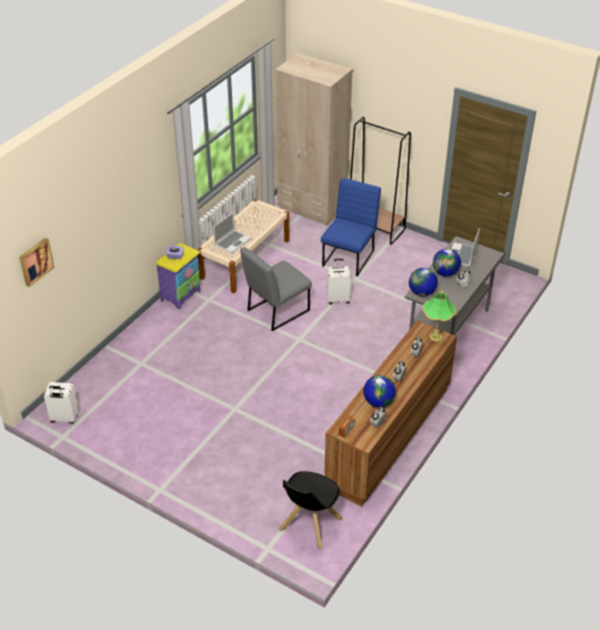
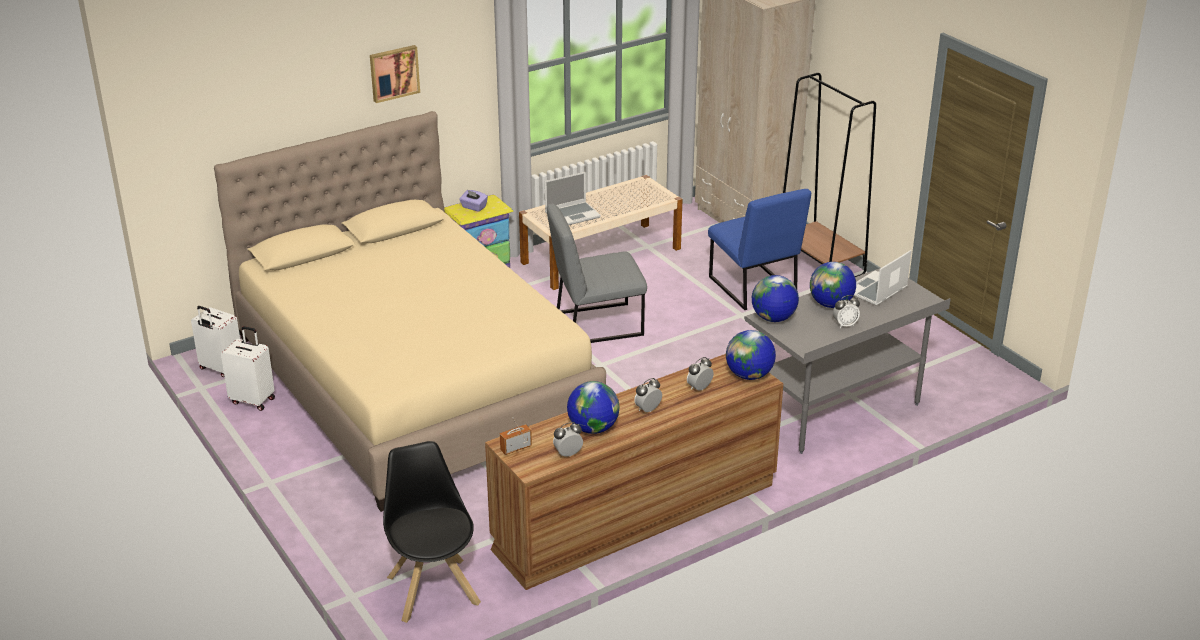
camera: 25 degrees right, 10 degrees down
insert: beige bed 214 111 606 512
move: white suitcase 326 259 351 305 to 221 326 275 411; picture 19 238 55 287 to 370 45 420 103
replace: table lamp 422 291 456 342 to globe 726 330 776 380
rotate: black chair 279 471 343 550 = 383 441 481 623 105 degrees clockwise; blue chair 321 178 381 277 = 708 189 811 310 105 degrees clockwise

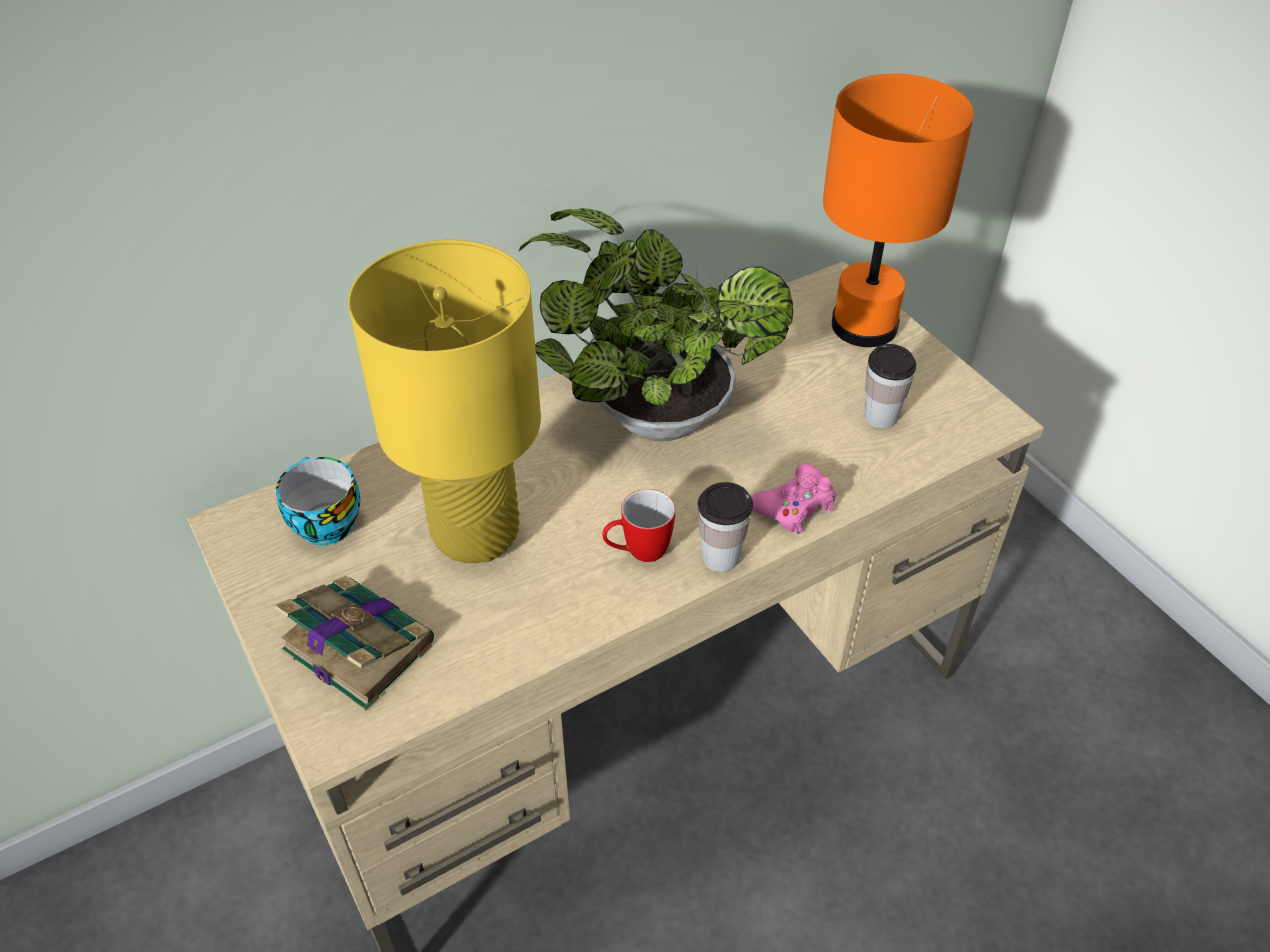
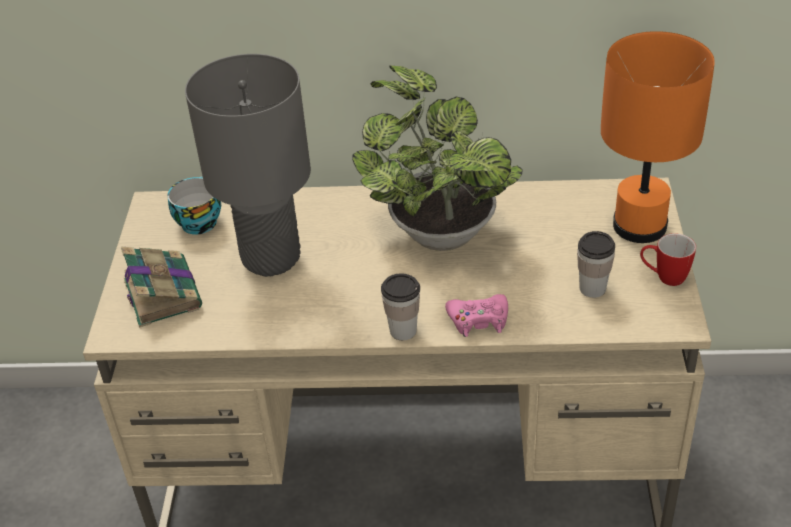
camera: 35 degrees right, 5 degrees down
move: mug 602 489 675 562 to 640 233 696 286
recolor: yellow table lamp 348 240 541 563 to grey table lamp 185 54 311 277

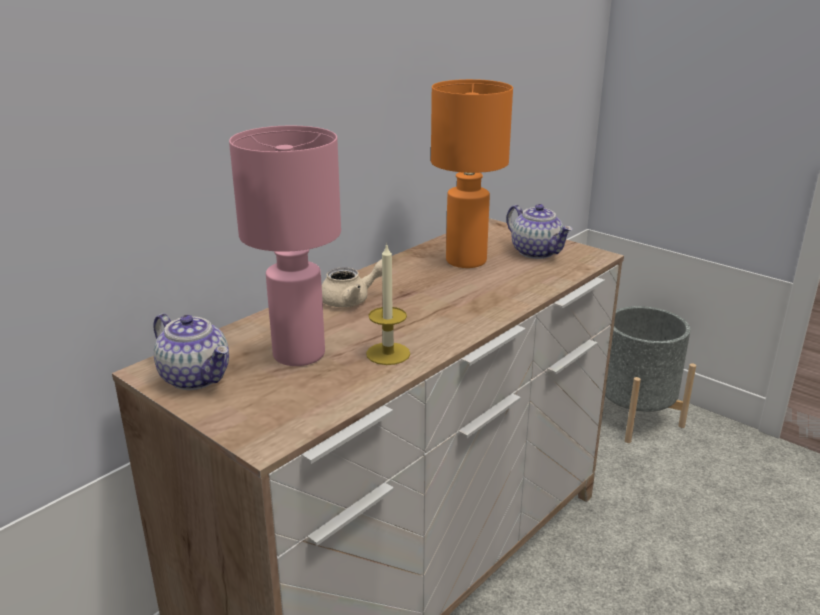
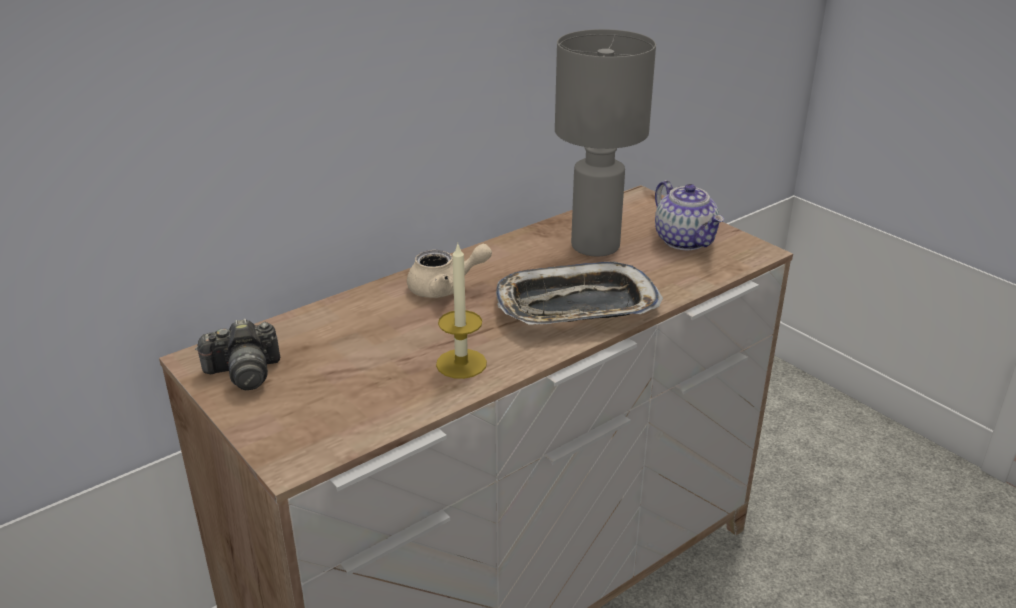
camera: 10 degrees right, 5 degrees up
delete: pink table lamp 229 126 341 366; grey planter 605 306 696 443
insert: tray 496 262 663 325
replace: teapot 153 313 229 390 to photo camera 195 319 280 390
recolor: orange table lamp 431 79 513 268 to grey table lamp 555 29 656 256

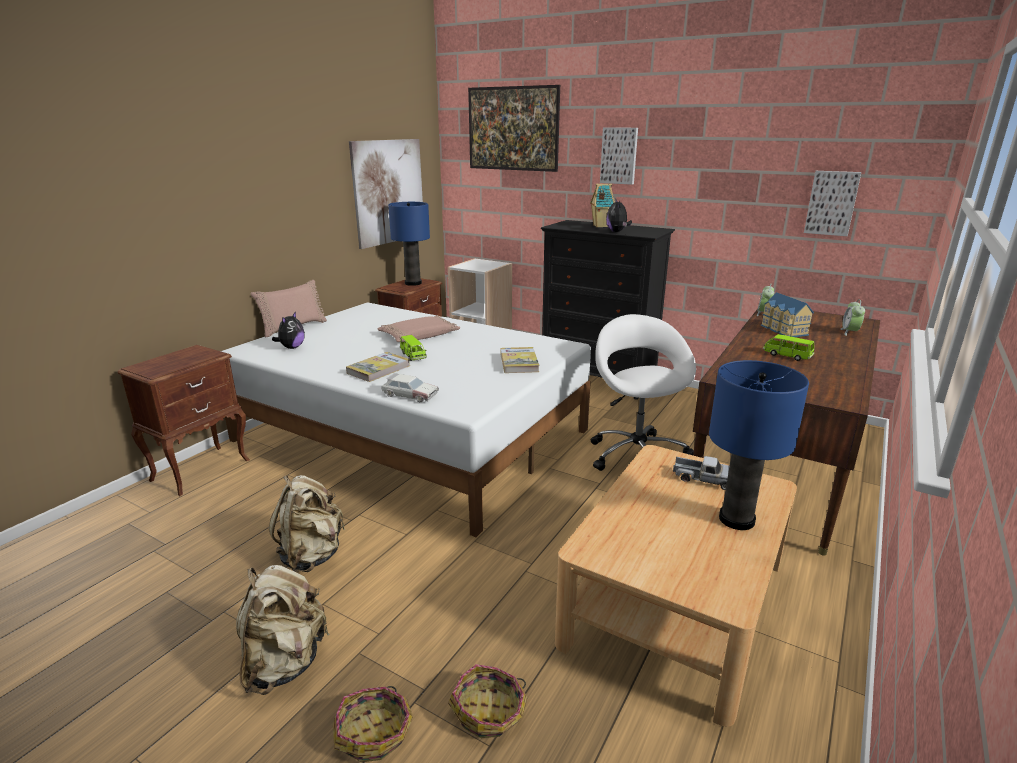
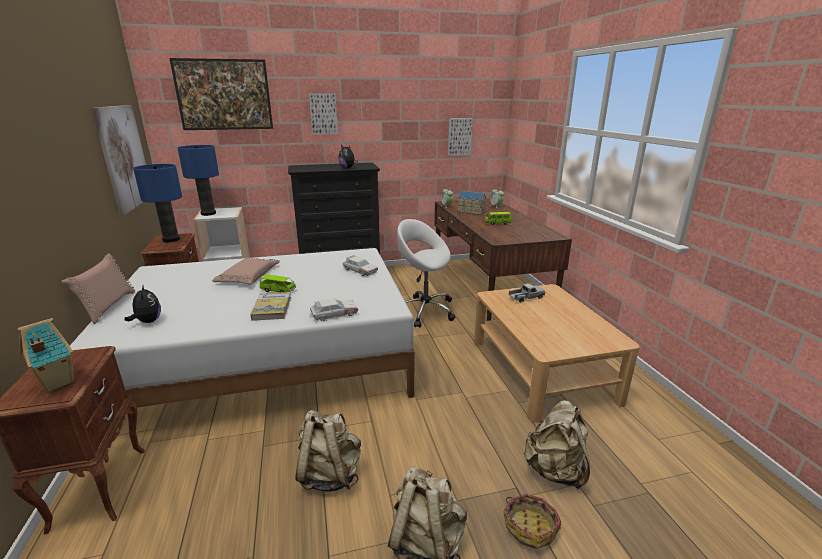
camera: 45 degrees left, 0 degrees up
move: toy house 590 184 615 227 to 17 318 74 392; blue table lamp 709 360 809 530 to 178 145 219 216
replace: book 500 347 539 373 to toy car 343 255 378 276; basket 448 664 527 738 to beige backpack 524 400 590 490

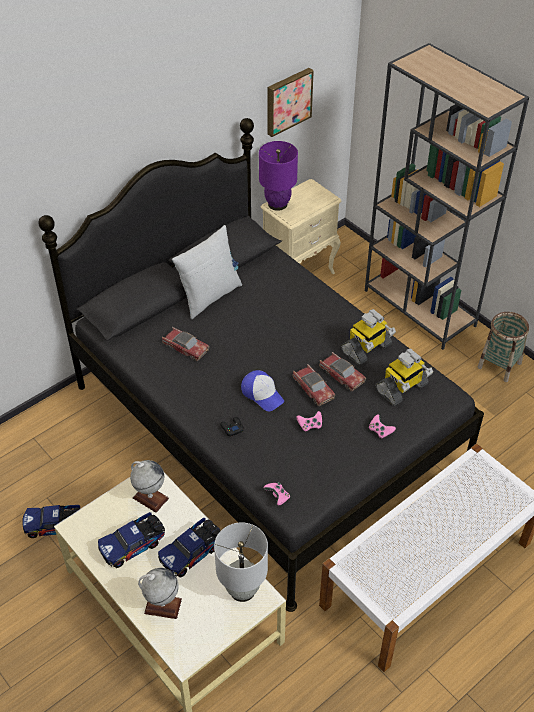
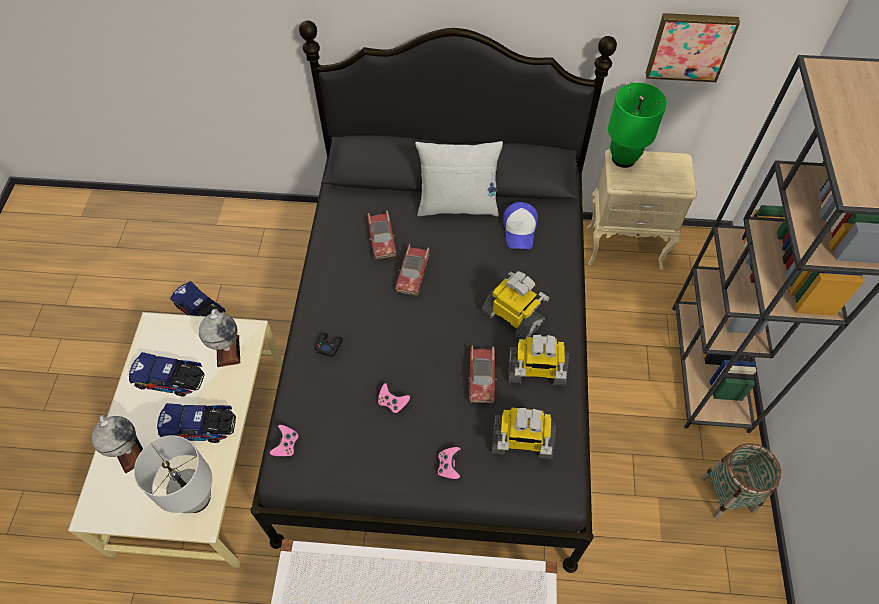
camera: 45 degrees right, 10 degrees up
insert: toy robot 481 271 550 339
move: toy car 293 364 336 406 to 395 244 430 296; cap 241 370 284 411 to 503 202 538 249
recolor: purple table lamp 259 141 298 211 to green table lamp 608 83 667 168

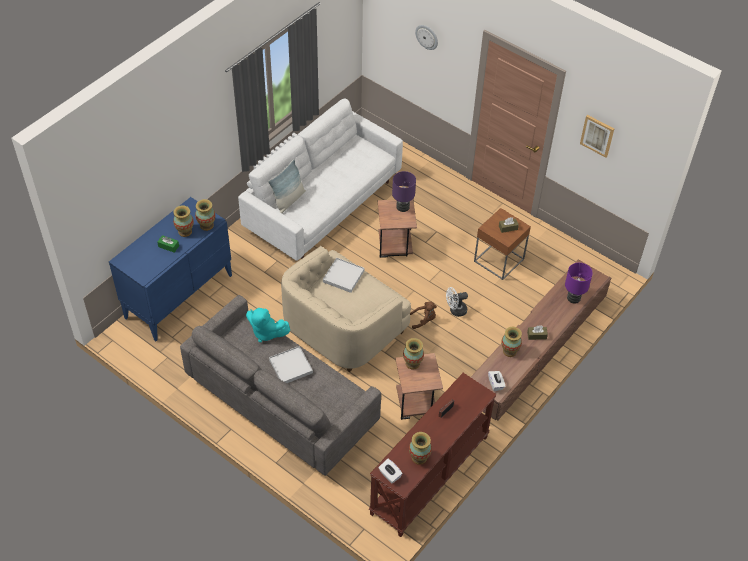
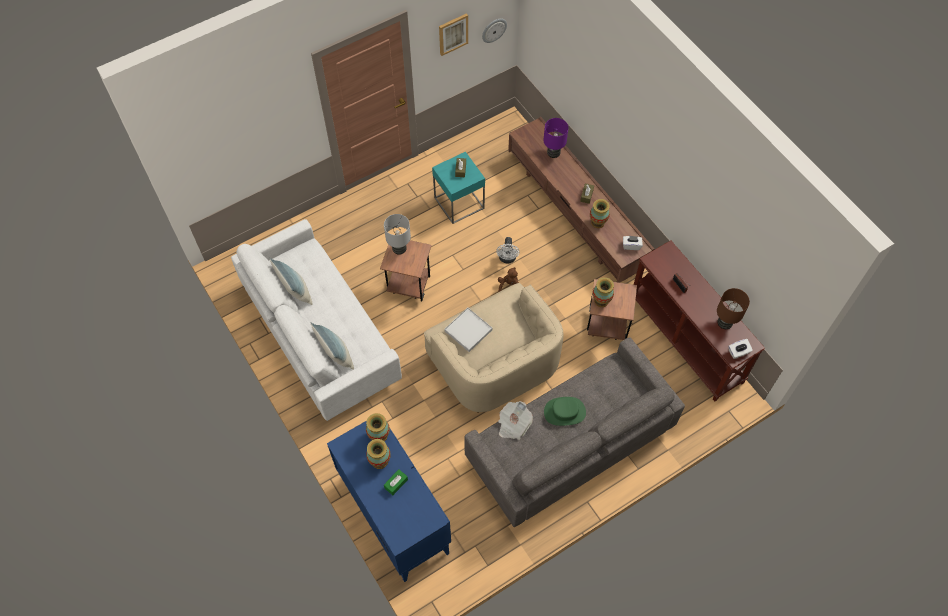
camera: 70 degrees left, 10 degrees up
insert: pillow 270 258 313 305
move: wall clock 415 25 438 50 to 482 19 507 43
replace: turquoise plush toy 246 308 290 342 to newspaper 498 401 533 440; white tray 269 346 313 383 to green hat 544 397 586 426; vase 409 432 432 465 to brown table lamp 717 288 750 329
recolor: purple table lamp 392 171 416 212 to grey table lamp 384 214 411 255; brown side table 474 208 531 280 to turquoise side table 432 152 485 224

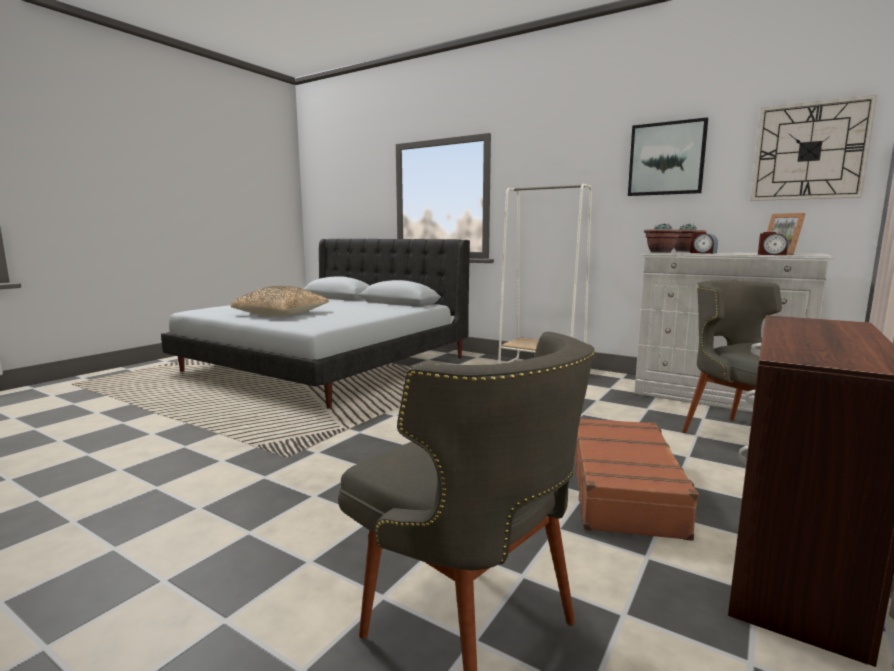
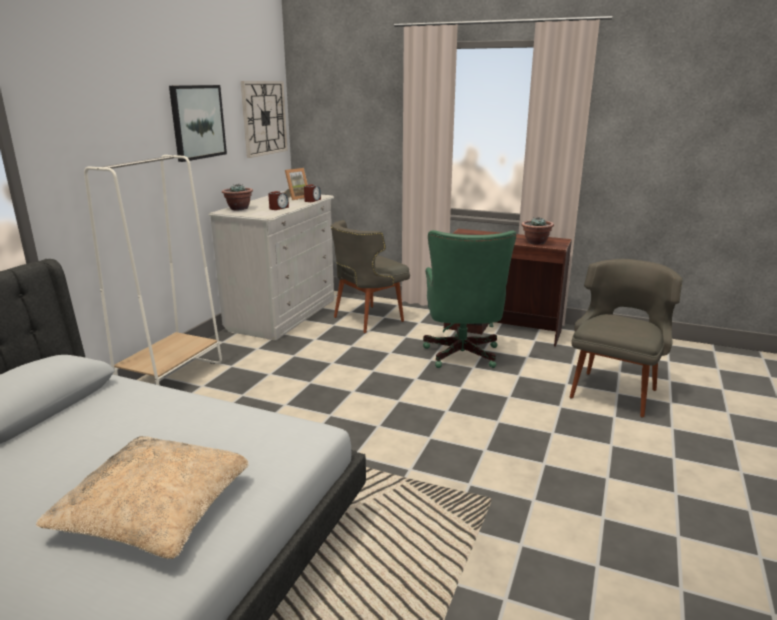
camera: 100 degrees left, 10 degrees up
move: potted plant 644 223 682 252 to 521 217 554 245
replace: brown suitcase 574 418 699 541 to green office chair 423 230 516 368

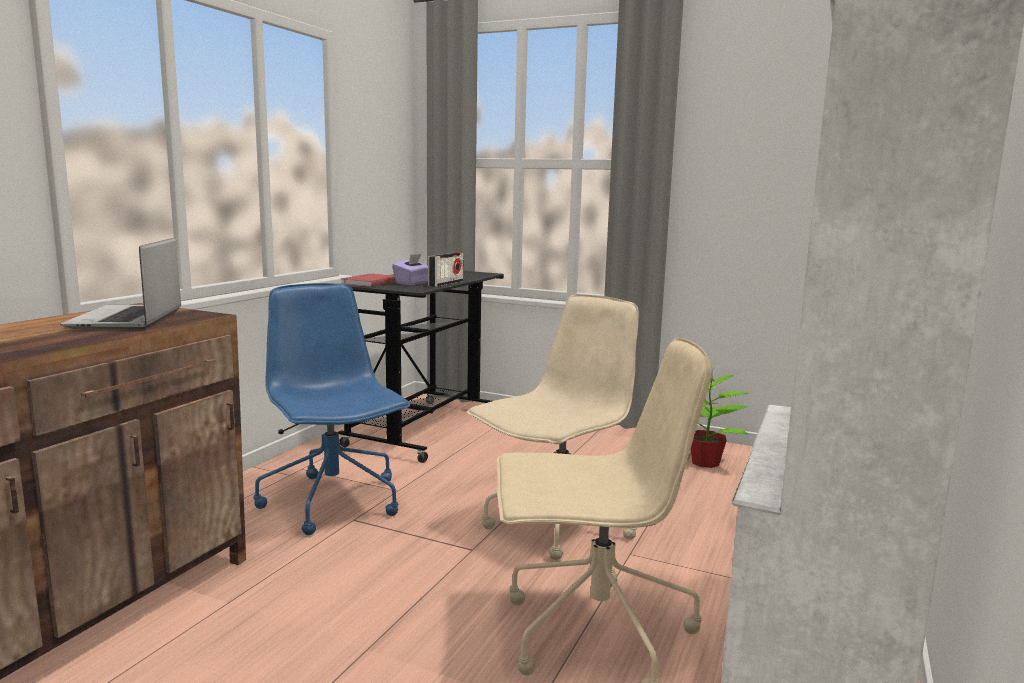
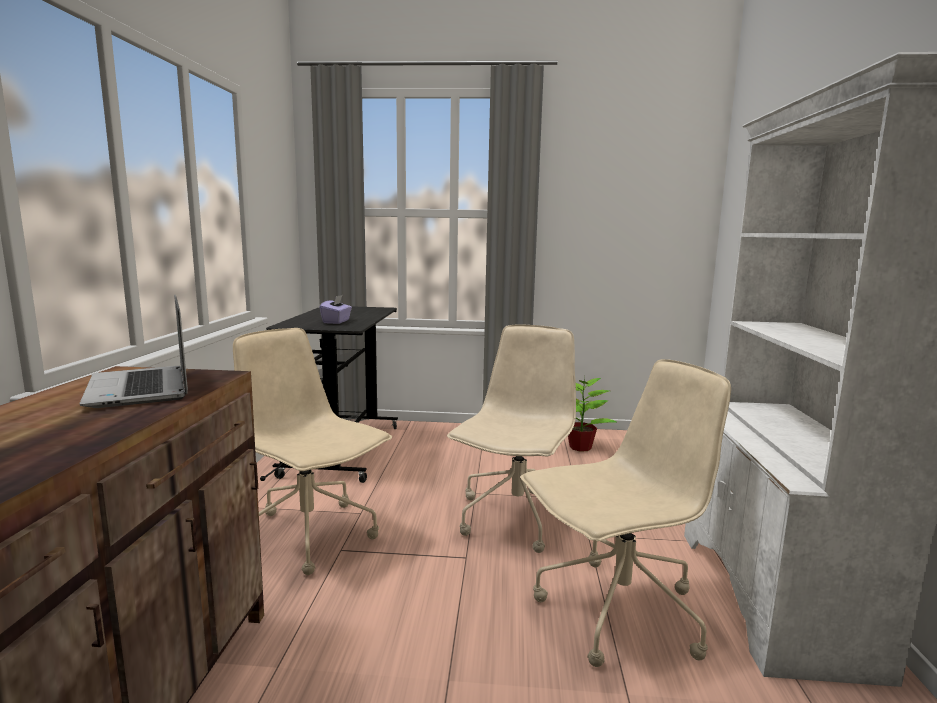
camera: 20 degrees left, 0 degrees up
delete: red book 341 273 396 287; radio 428 252 464 287
recolor: blue office chair 253 283 411 535 to beige office chair 233 328 392 575

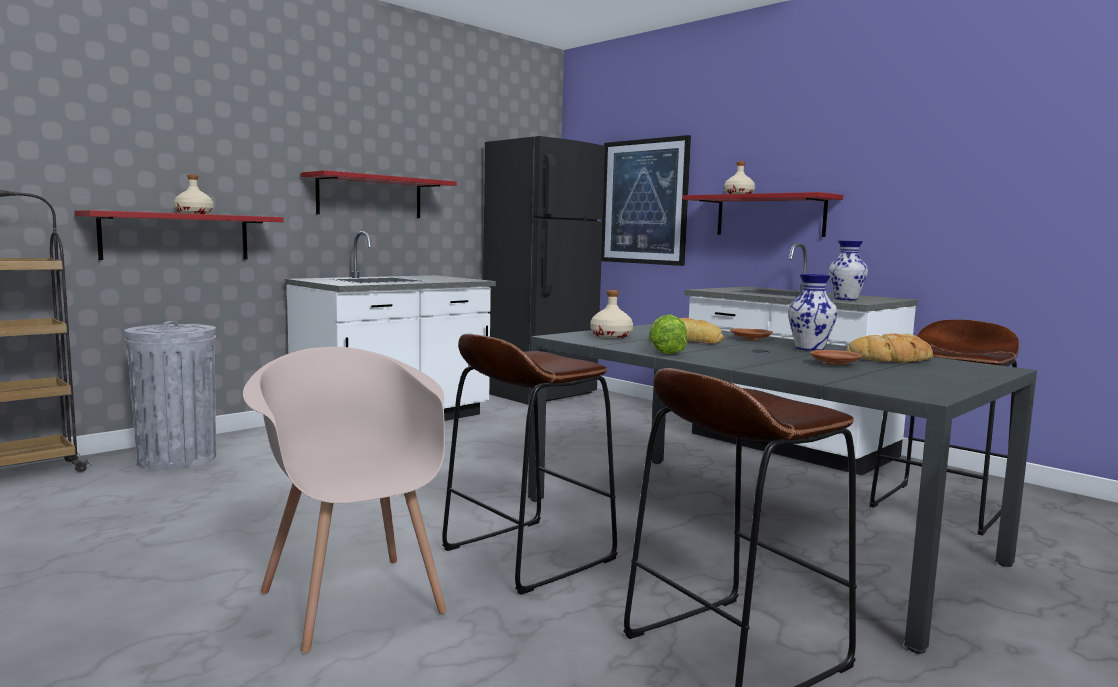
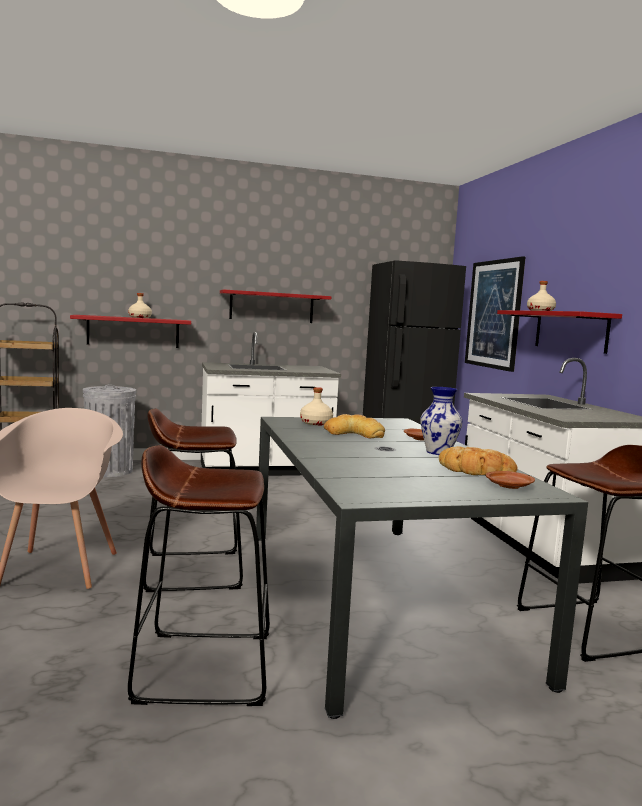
camera: 30 degrees right, 0 degrees up
delete: lettuce 649 314 687 354; vase 829 241 868 300
move: brown plate 810 350 862 365 to 486 471 535 489

